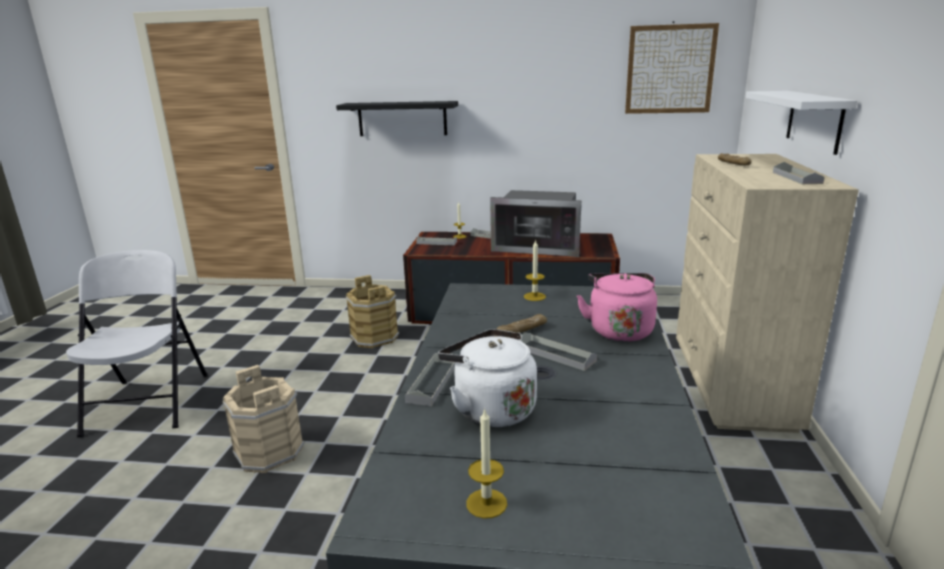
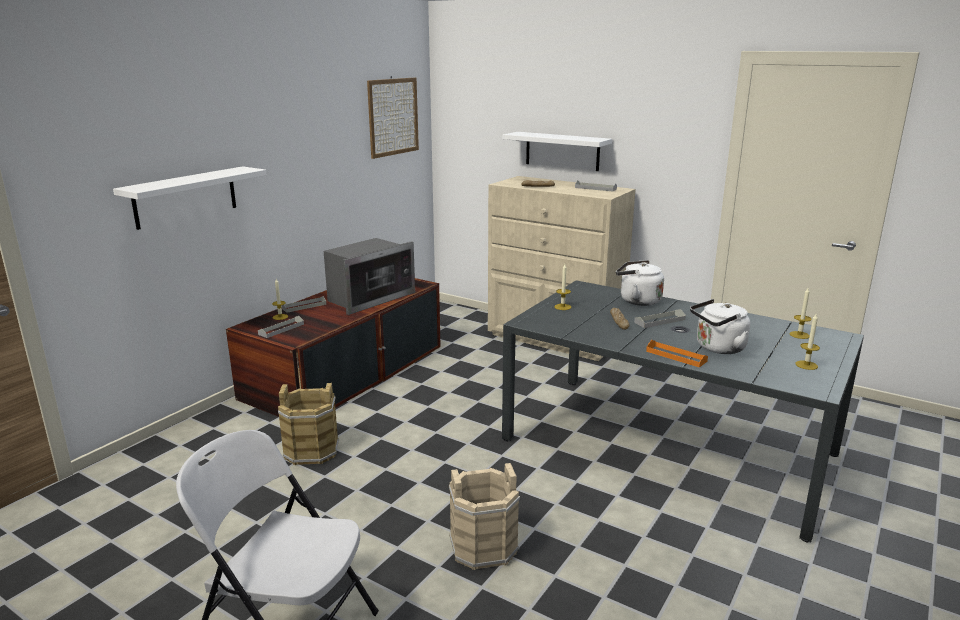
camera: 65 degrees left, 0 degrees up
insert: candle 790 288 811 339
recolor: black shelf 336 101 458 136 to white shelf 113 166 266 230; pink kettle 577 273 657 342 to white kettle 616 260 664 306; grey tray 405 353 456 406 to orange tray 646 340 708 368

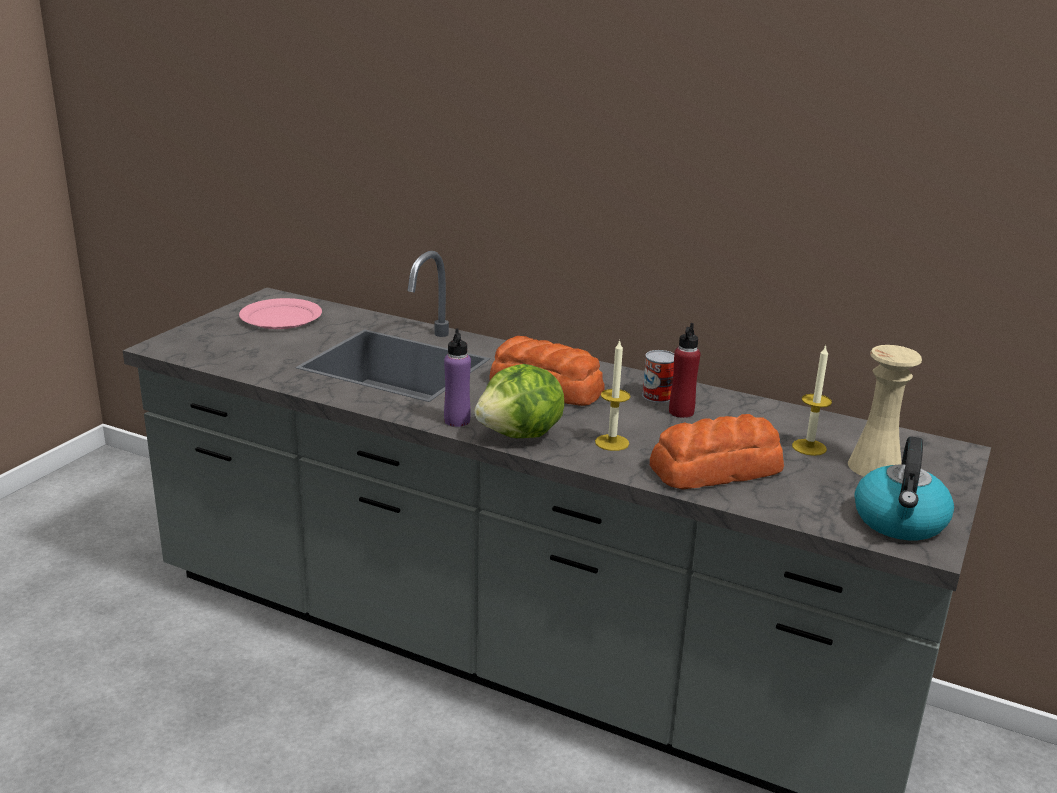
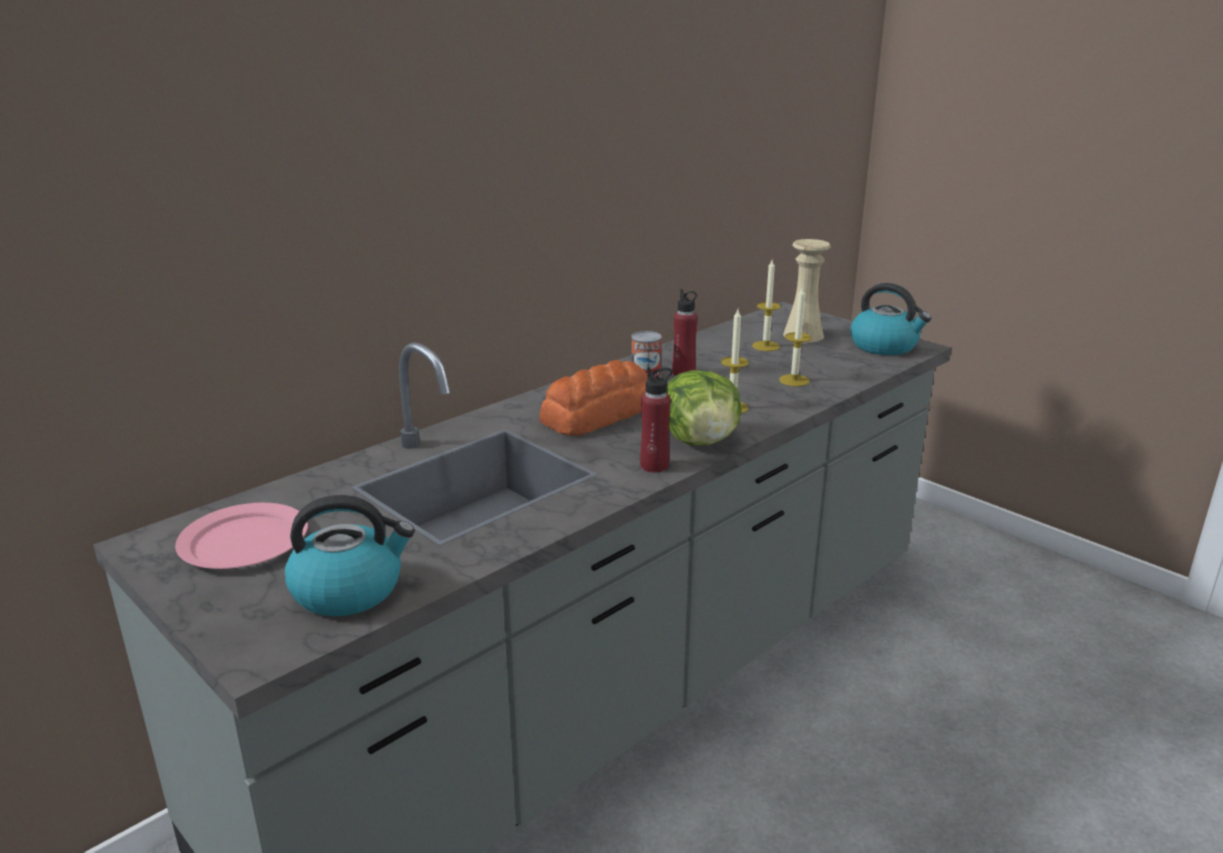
camera: 70 degrees left, 0 degrees up
insert: kettle 285 495 415 616
replace: bread 650 414 784 489 to candle 779 286 811 386
recolor: purple bottle 444 328 471 427 to red bottle 640 367 672 473

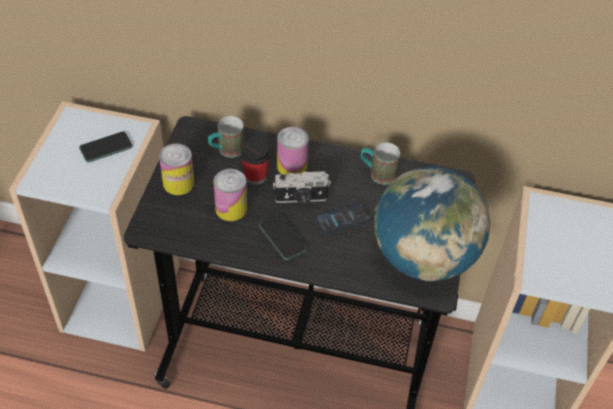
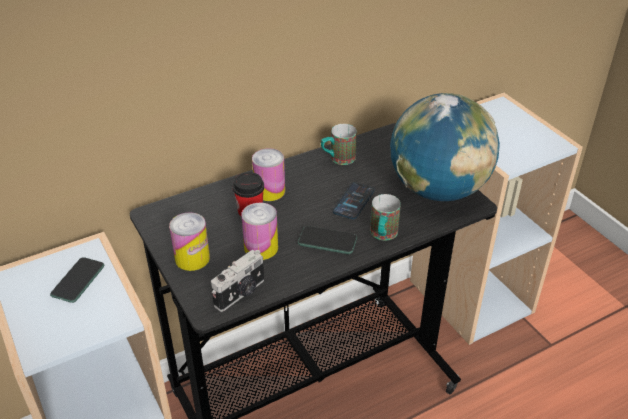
camera: 40 degrees left, 10 degrees down
move: photo camera 273 171 331 204 to 211 249 264 312; mug 208 116 244 158 to 370 194 401 241

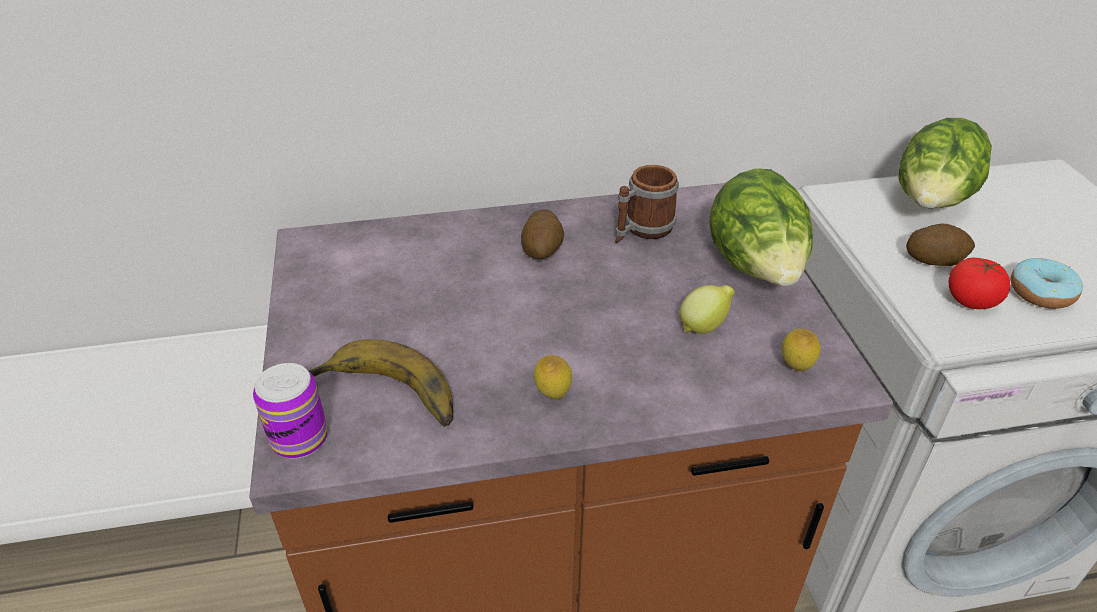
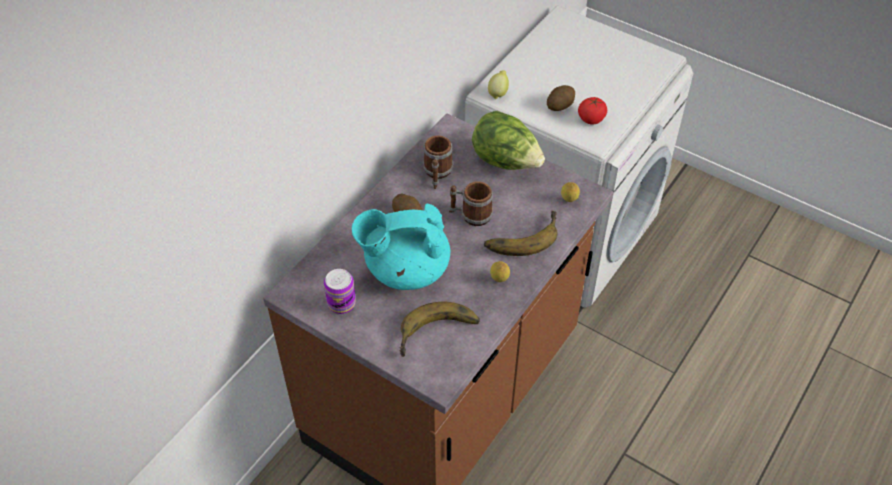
camera: 45 degrees left, 10 degrees up
delete: lettuce 899 118 992 209; donut 1011 258 1083 309
insert: turquoise teapot 352 203 450 290; mug 449 182 493 226; banana 484 211 558 256
move: can 253 363 327 459 to 324 269 356 314; lemon 679 285 735 334 to 488 70 509 99

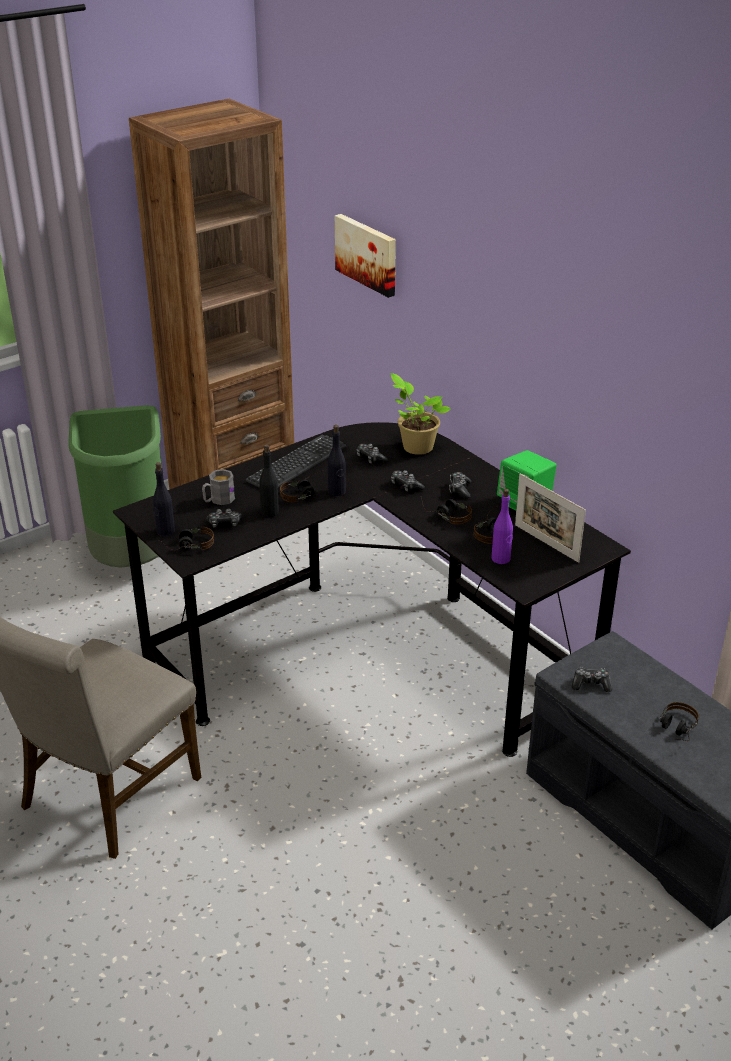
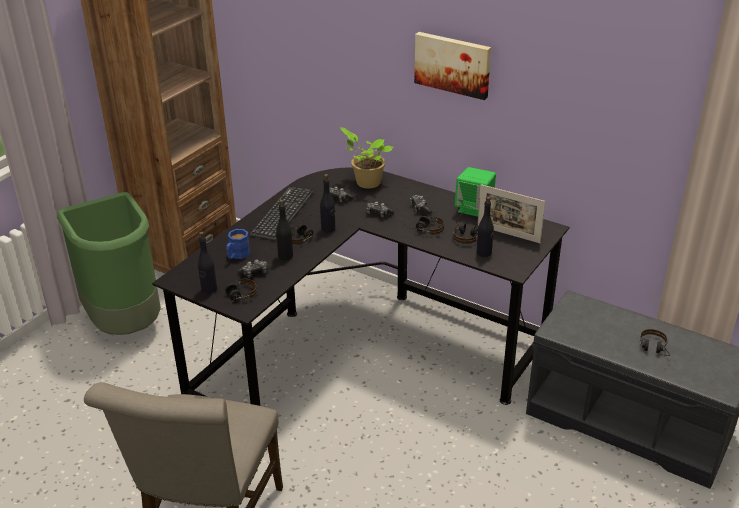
camera: 20 degrees left, 0 degrees up
delete: game controller 572 667 612 692
move: picture 335 214 396 298 to 414 32 491 100
recolor: grey mug 202 469 235 505 to blue mug 226 229 250 259; purple bottle 491 489 513 564 to black bottle 477 196 494 257

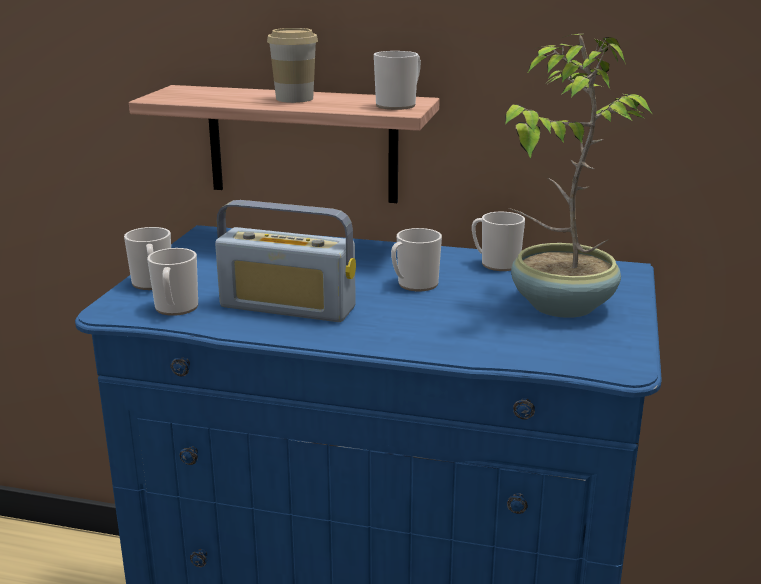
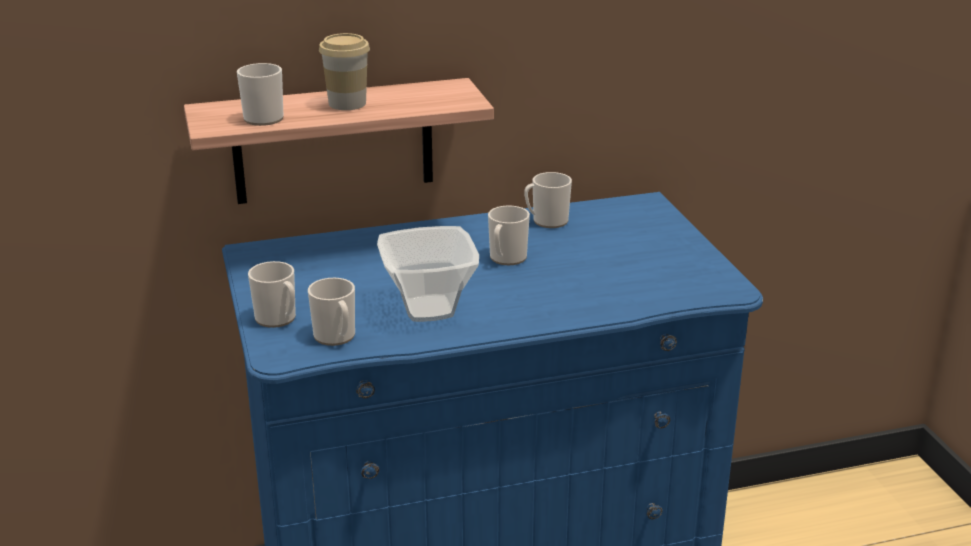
camera: 30 degrees left, 5 degrees up
delete: potted plant 505 34 652 318
move: mug 374 51 421 110 to 237 63 284 126
replace: radio 215 200 356 322 to bowl 377 226 479 322

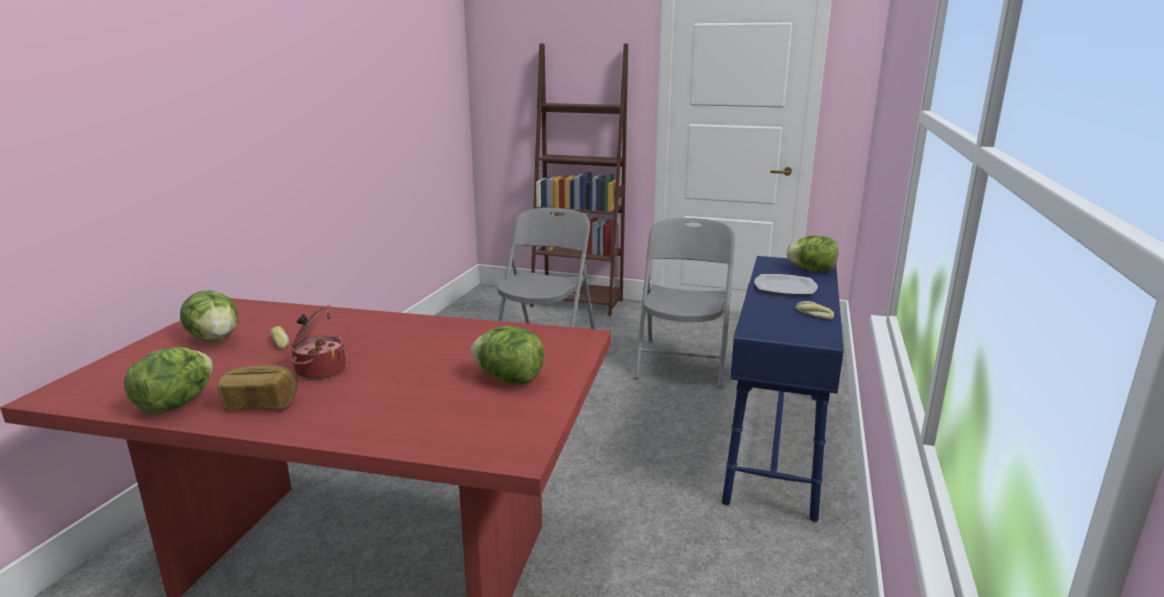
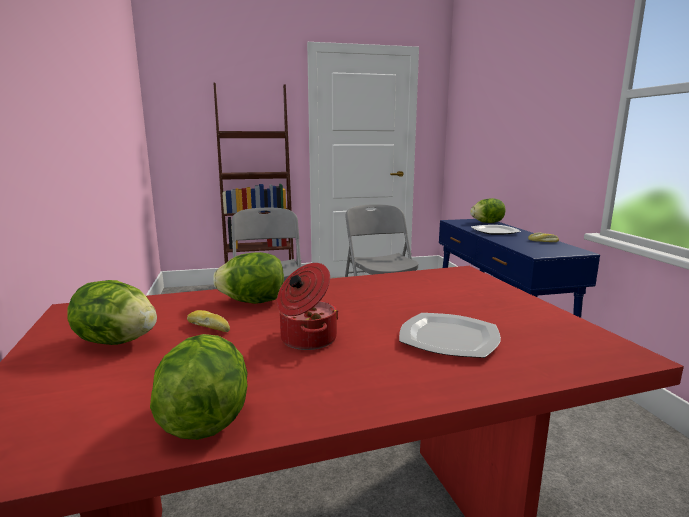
camera: 30 degrees left, 5 degrees down
delete: bread 217 365 297 411
insert: plate 399 313 501 358
move: lettuce 471 326 544 383 to 213 252 284 304

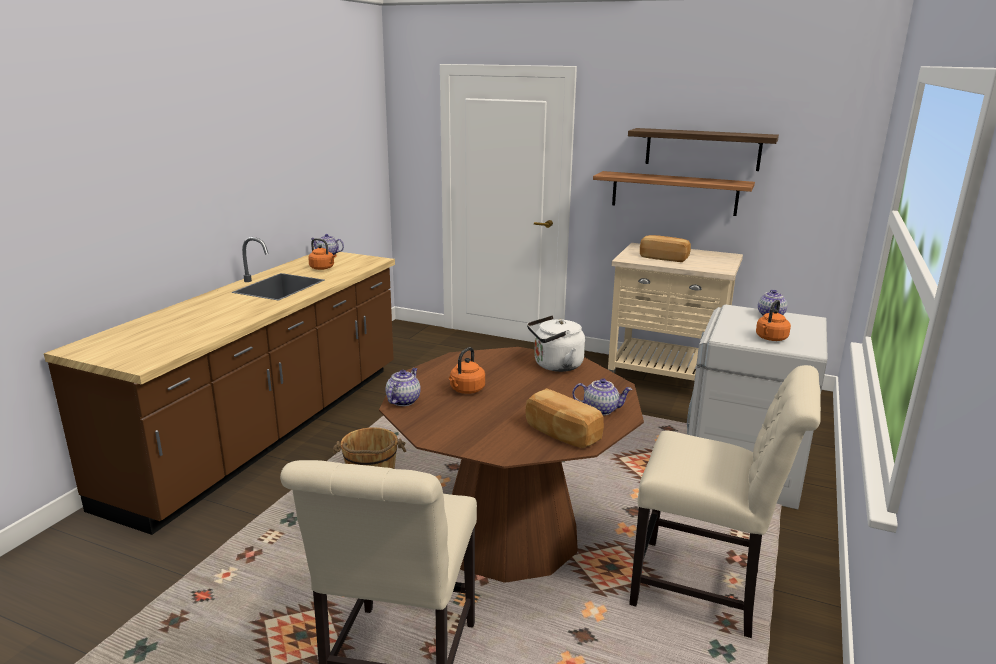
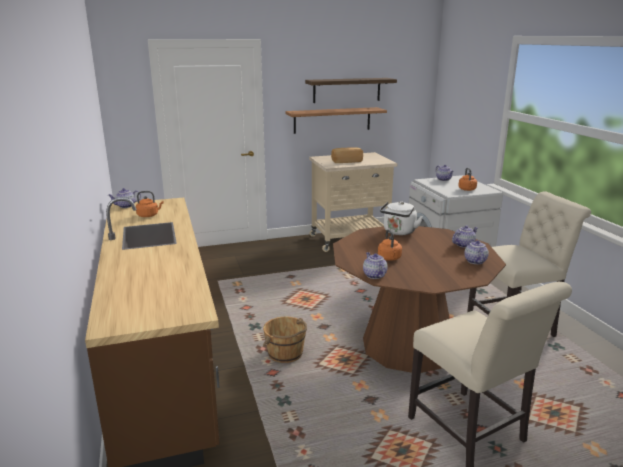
camera: 40 degrees left, 0 degrees up
replace: bread 525 388 604 448 to teapot 464 239 489 264

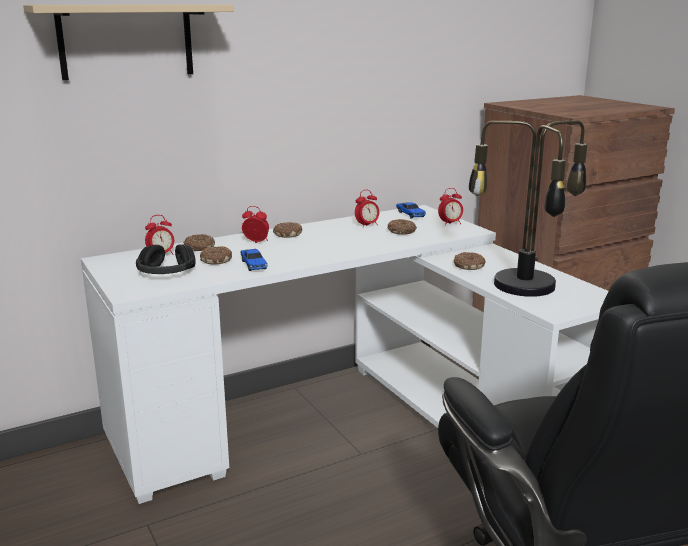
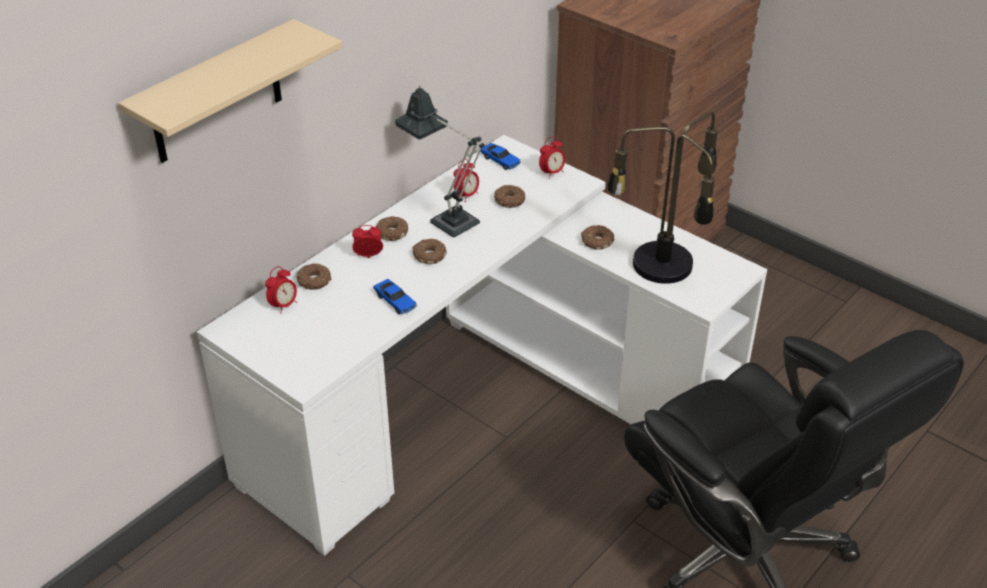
camera: 20 degrees left, 20 degrees up
delete: black headphones 136 244 196 274
insert: table lamp 395 86 485 237
move: donut 200 246 232 265 to 412 239 447 264

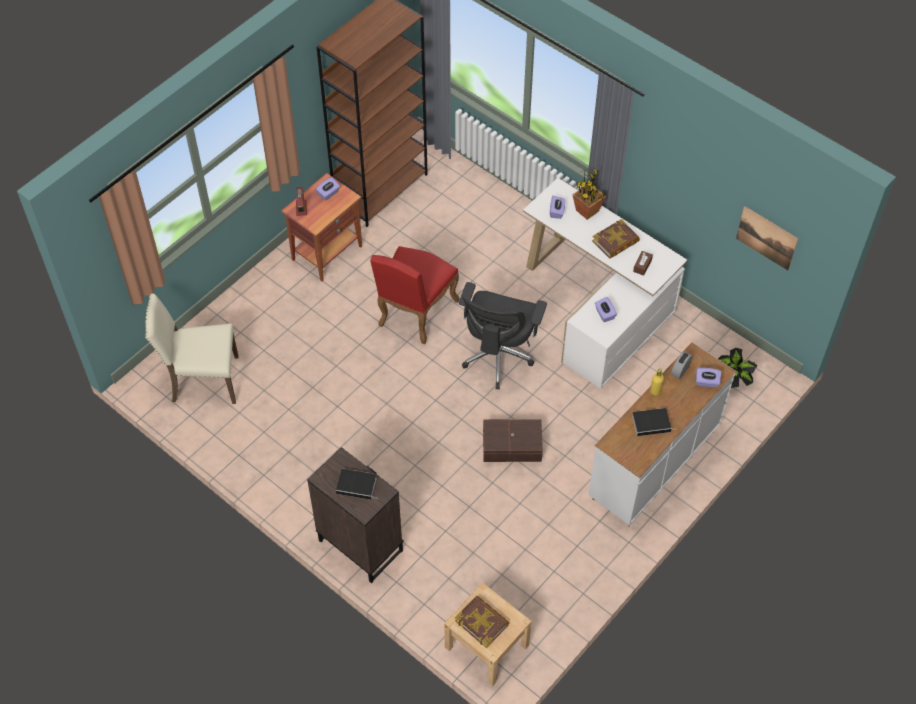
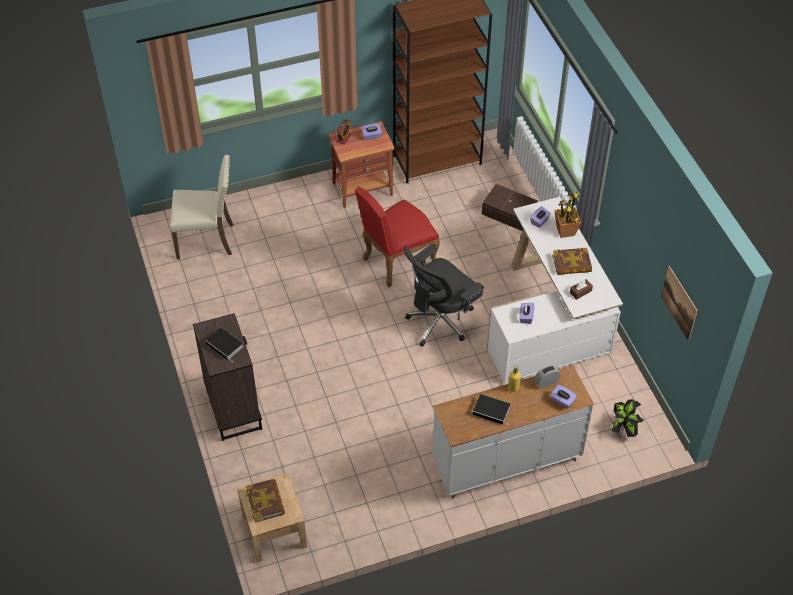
camera: 30 degrees right, 5 degrees down
move: brown storage box 483 419 543 462 to 482 184 538 231
rotate: beige chair 145 294 239 404 = 170 155 233 260 150 degrees clockwise

